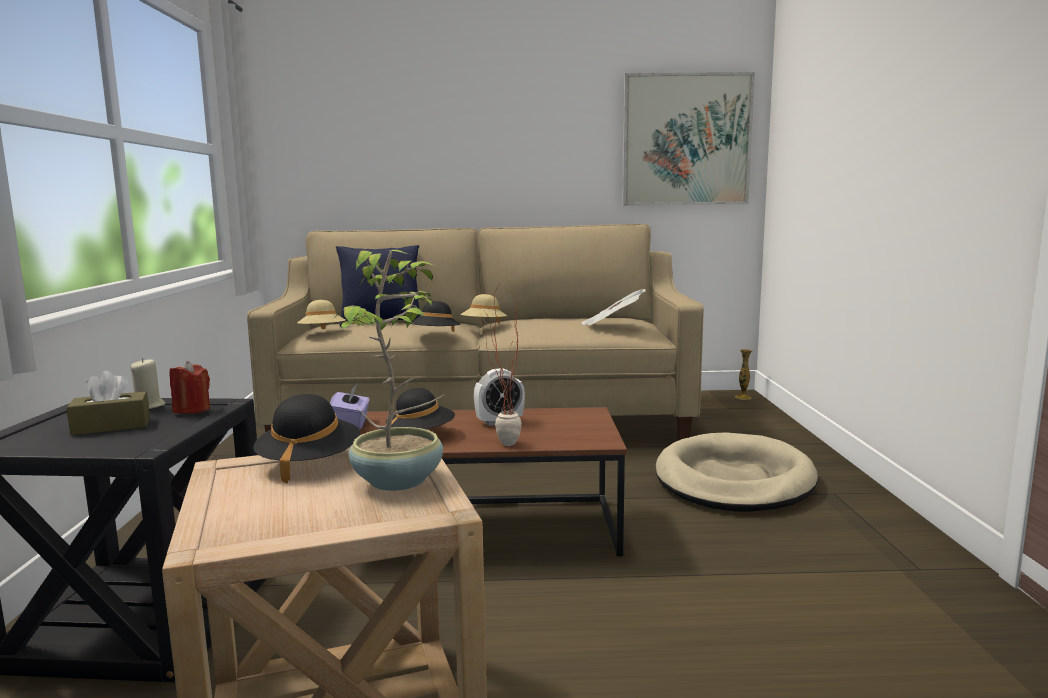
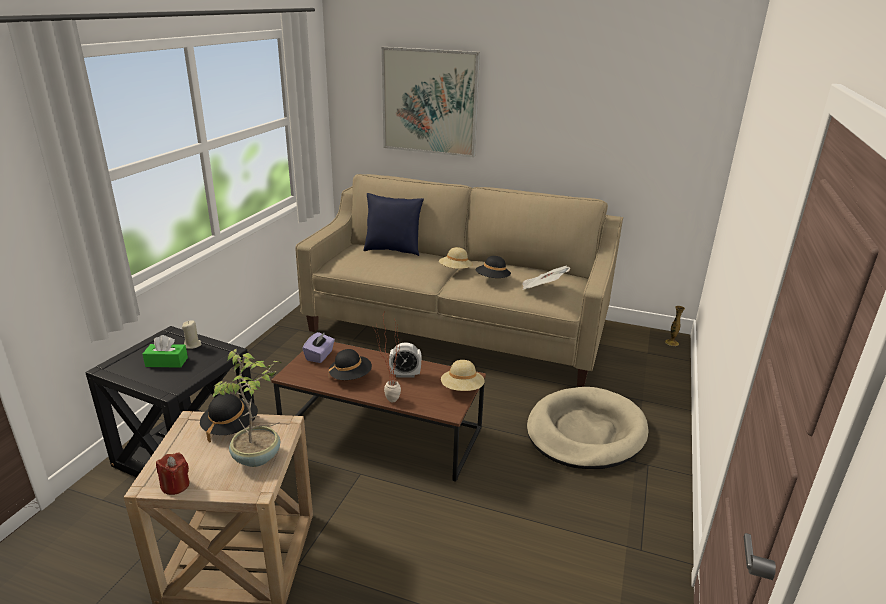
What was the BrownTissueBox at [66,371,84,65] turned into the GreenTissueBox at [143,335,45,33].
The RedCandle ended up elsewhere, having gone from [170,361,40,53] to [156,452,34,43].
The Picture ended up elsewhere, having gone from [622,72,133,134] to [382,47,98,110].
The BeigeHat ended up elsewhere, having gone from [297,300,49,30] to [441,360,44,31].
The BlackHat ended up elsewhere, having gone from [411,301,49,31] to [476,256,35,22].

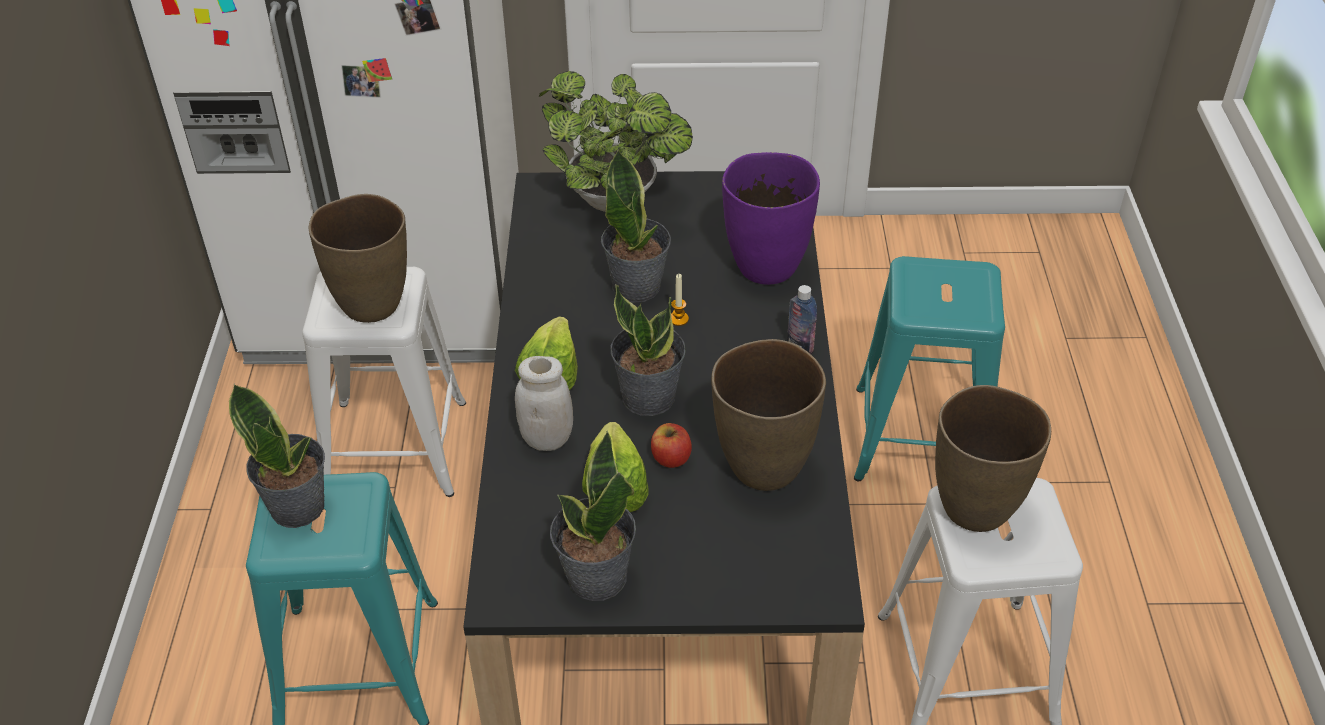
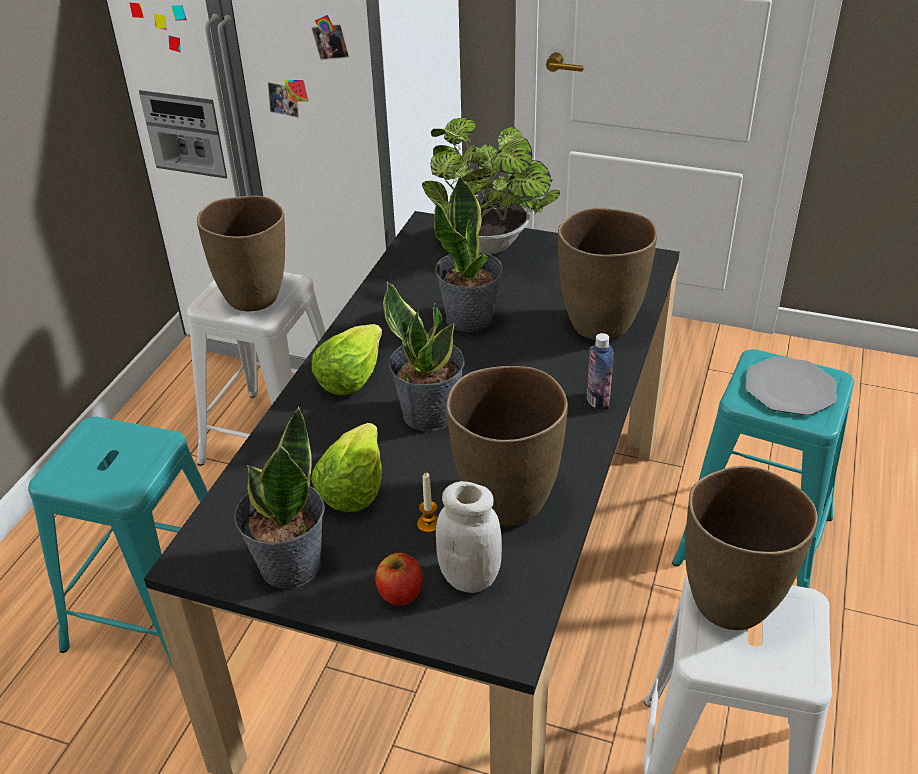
The Apple ended up elsewhere, having gone from [651,423,41,45] to [375,553,48,52].
The Candle ended up elsewhere, having gone from [671,274,18,52] to [417,473,21,60].
The WhiteJar ended up elsewhere, having gone from [515,356,58,95] to [436,481,66,112].
What was the PurpleVase at [722,152,98,133] turned into the BrownVase at [558,208,99,132].
The second view gained the Plate at [746,357,90,58].
The second view lost the PottedPlant at [229,384,96,144].

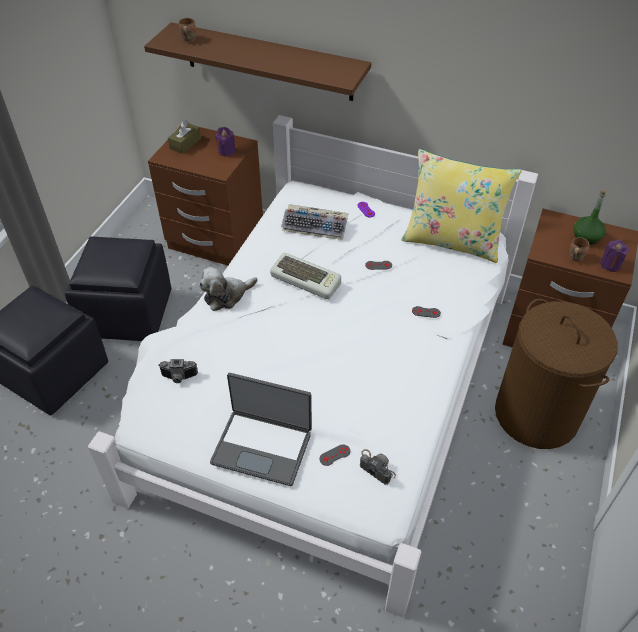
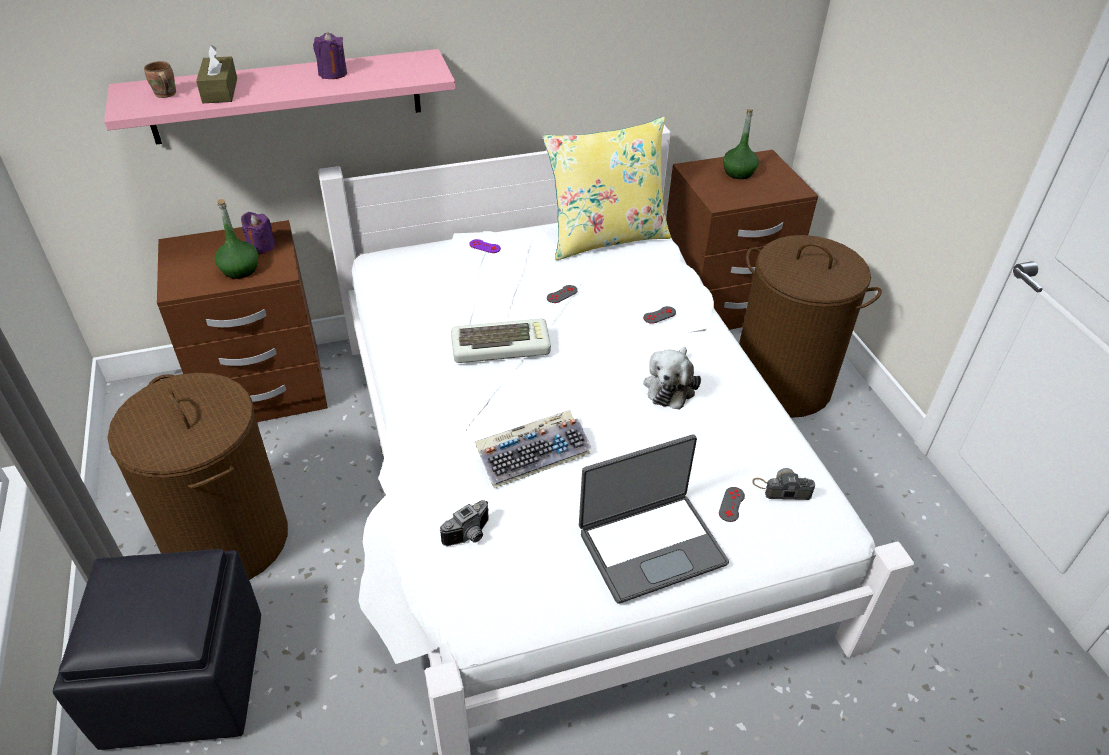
What was the BrownShelf at [144,22,227,79] turned into the PinkShelf at [104,49,352,96].
Where the BlackOttoman stood at [65,236,106,105], the BrownLaundryBasket came to stand at [107,373,181,207].
The BrownTissueBox ended up elsewhere, having gone from [168,120,33,34] to [196,45,41,58].
The second view gained the GreenBottle at [214,199,45,80].
The PurpleCandle ended up elsewhere, having gone from [600,240,29,32] to [313,32,34,47].
The Keyboard ended up elsewhere, having gone from [281,204,67,36] to [475,410,117,78].
The PlushToy ended up elsewhere, having gone from [199,267,59,44] to [643,347,58,63].
The second view lost the BrownMug at [569,237,20,25].

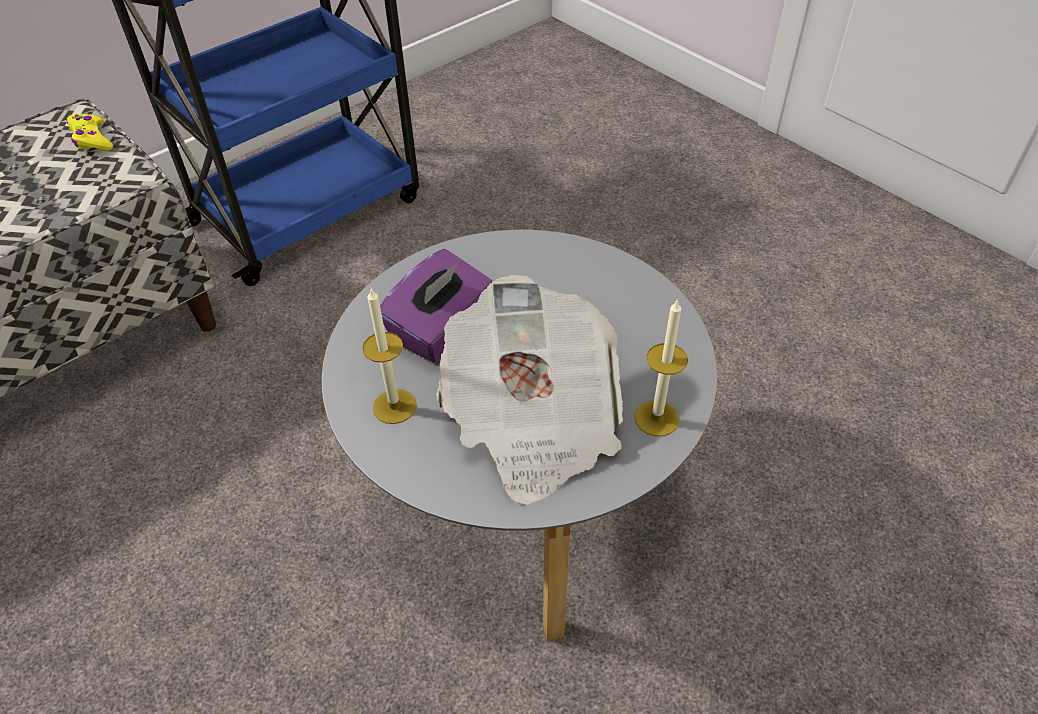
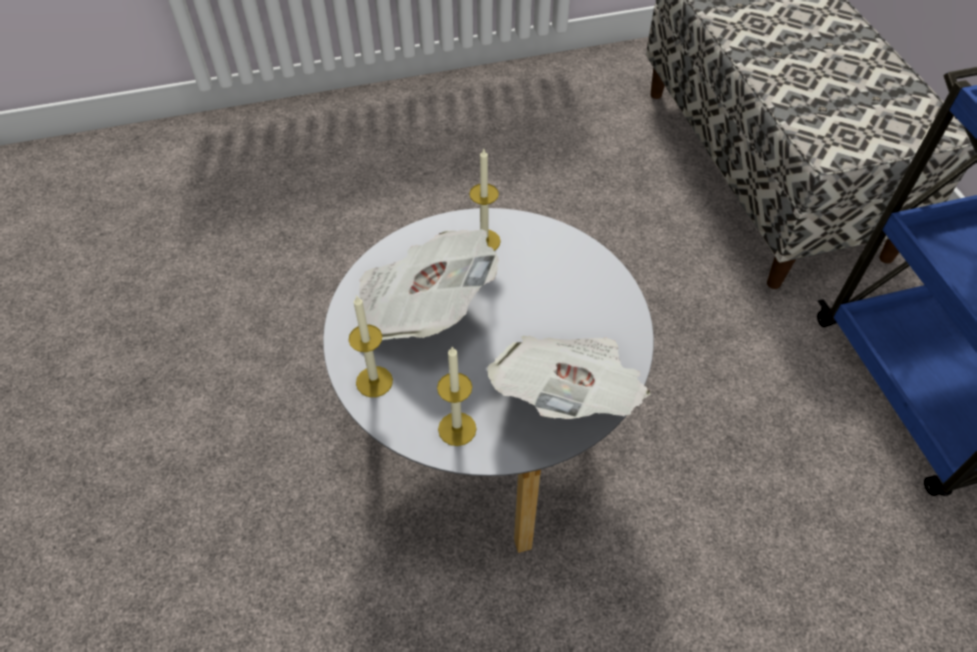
The second view gained the Candle at [437,346,40,100].
The second view gained the Newspaper at [487,336,163,83].
The second view lost the YellowGameController at [66,114,47,37].
The second view lost the PurpleTissueBox at [380,249,112,114].

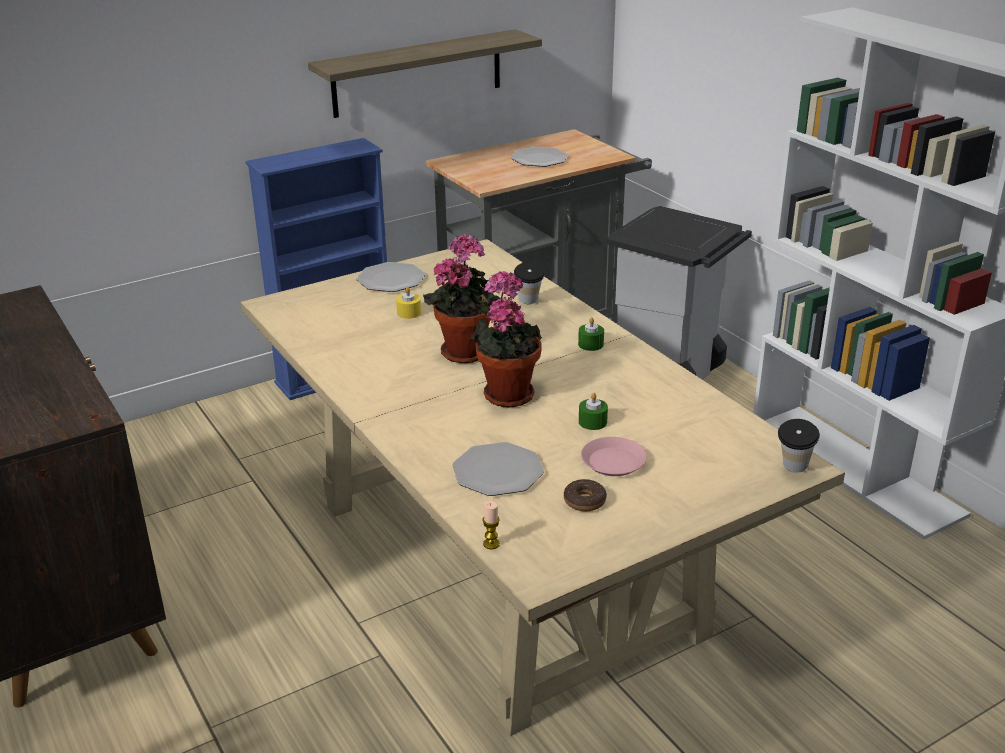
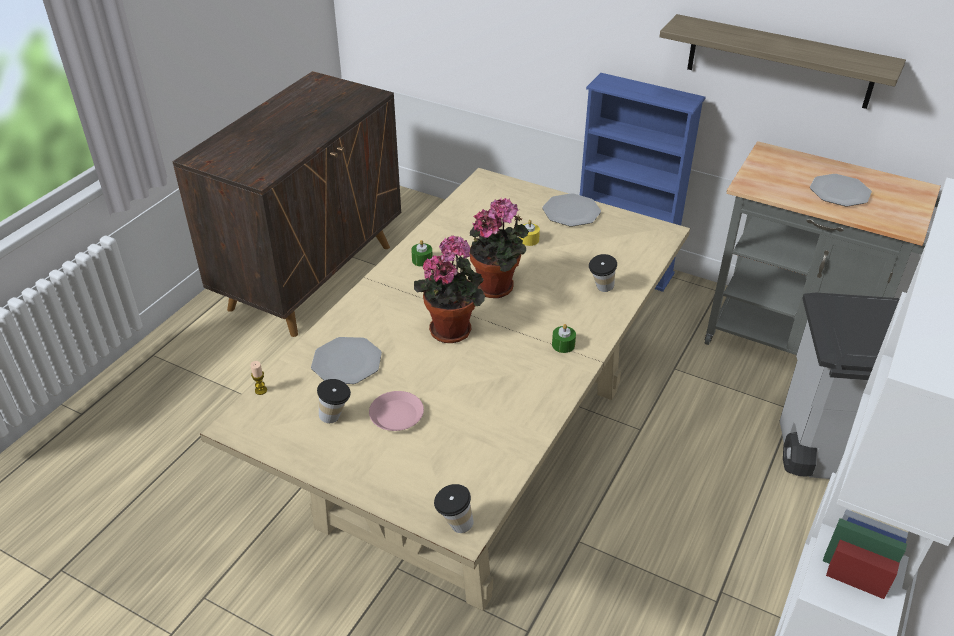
Where the Donut stood at [564,479,43,32], the Cup came to stand at [317,379,34,44].
The GreenCandle ended up elsewhere, having gone from [579,393,29,37] to [411,240,22,27].

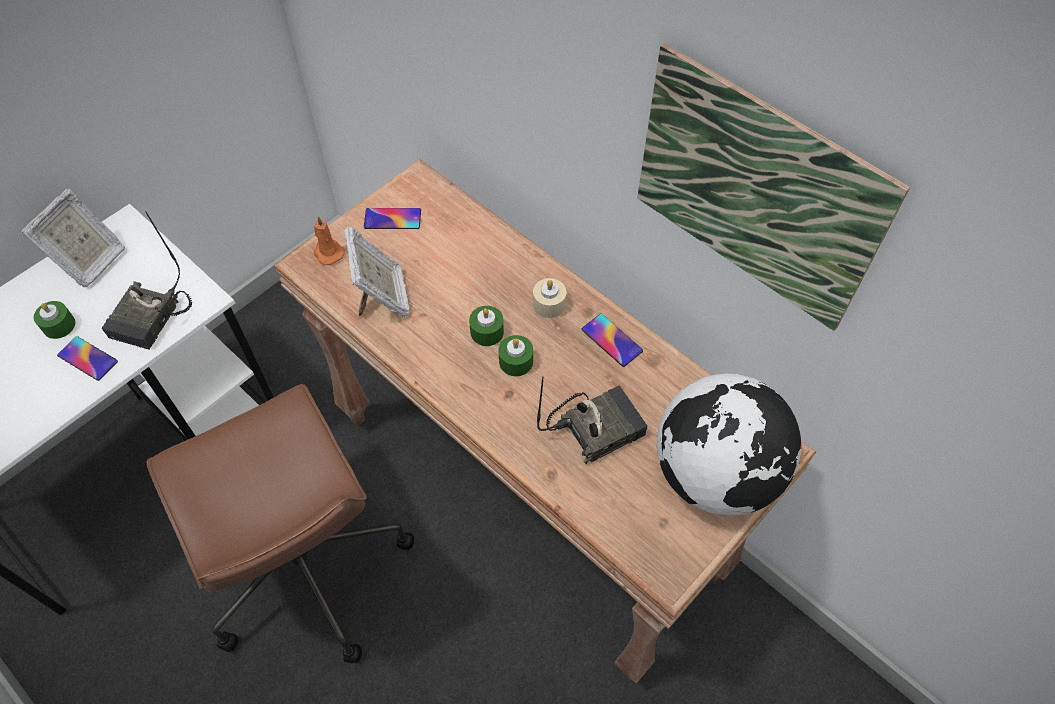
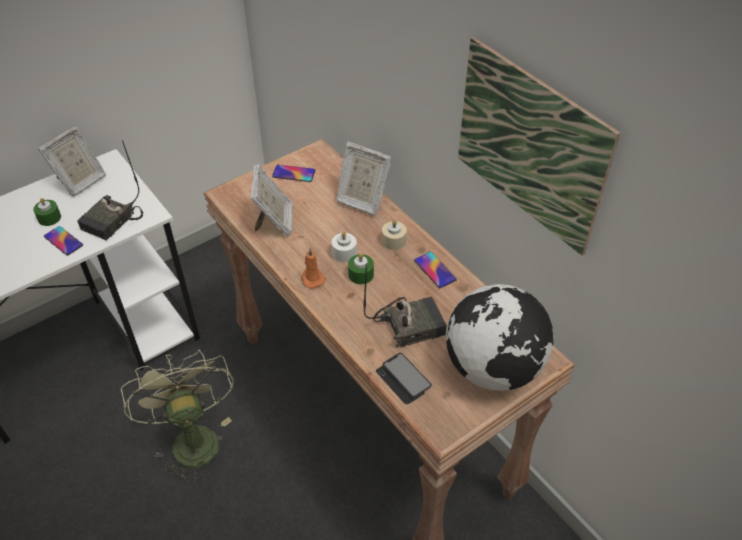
Where the BrownOfficeChair stood at [146,384,268,279], the GreenFan came to stand at [121,350,113,133].
The OrangeCandle ended up elsewhere, having gone from [313,216,32,49] to [301,248,25,40].
What was the GreenCandle at [469,306,35,40] turned into the WhiteCandle at [332,232,25,30].
The second view gained the PictureFrame at [336,142,55,74].
The second view gained the Phone at [376,353,56,51].

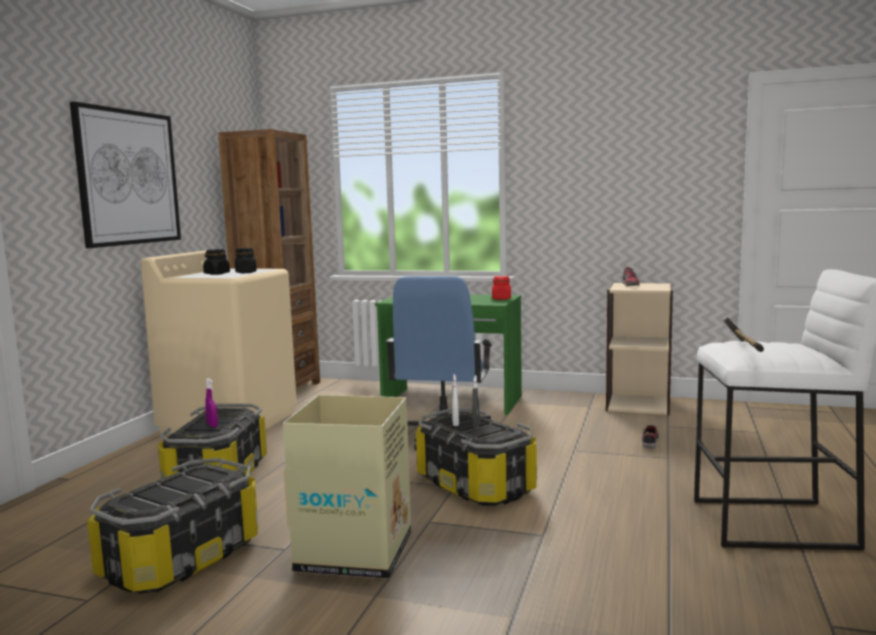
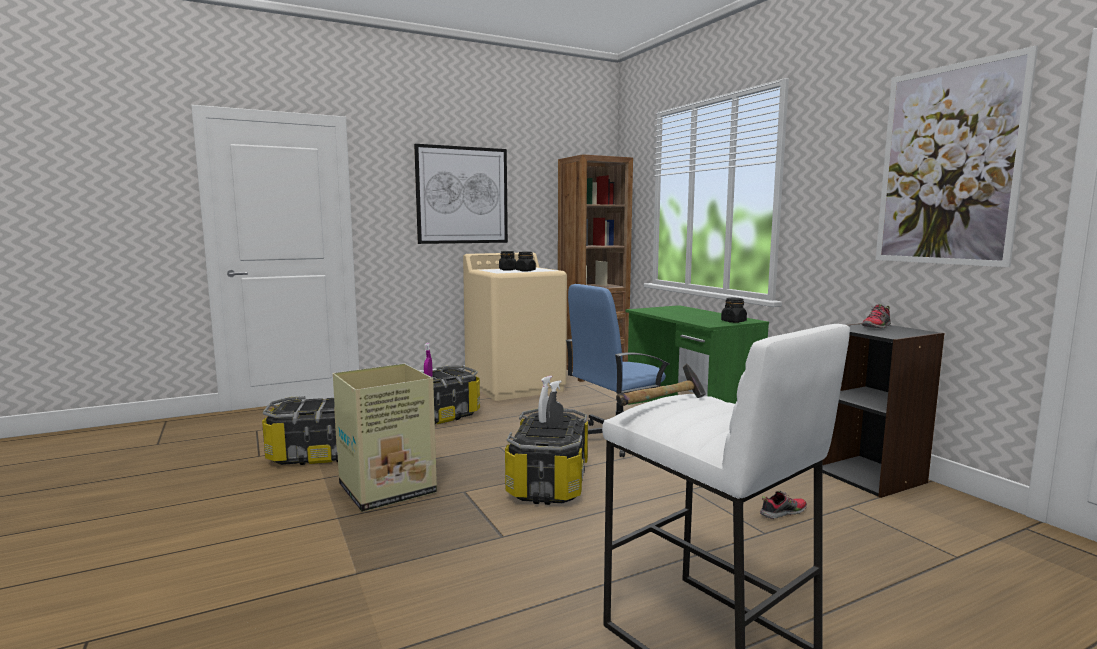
What was the RedJar at [492,276,19,24] turned into the BlackJar at [721,298,26,25].
What was the BeigeBookcase at [606,283,67,132] turned into the BlackBookcase at [822,323,122,175].
The second view gained the Picture at [876,45,162,222].

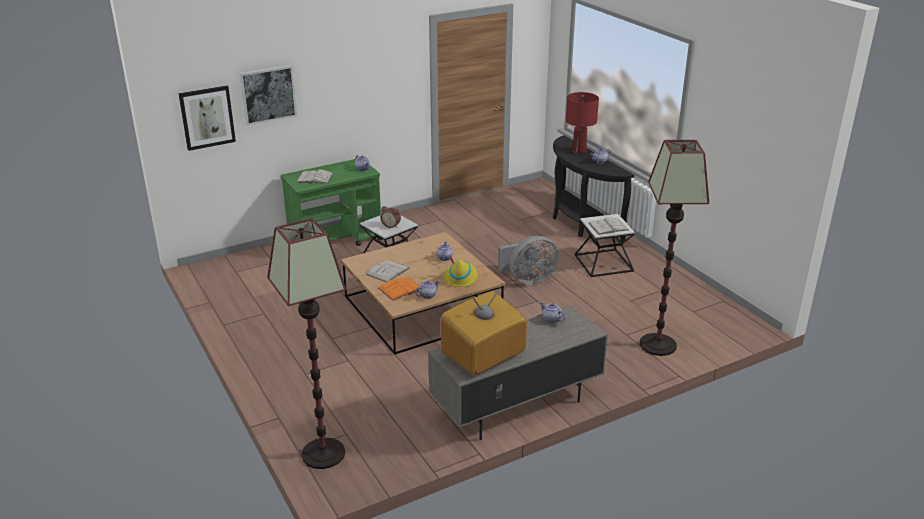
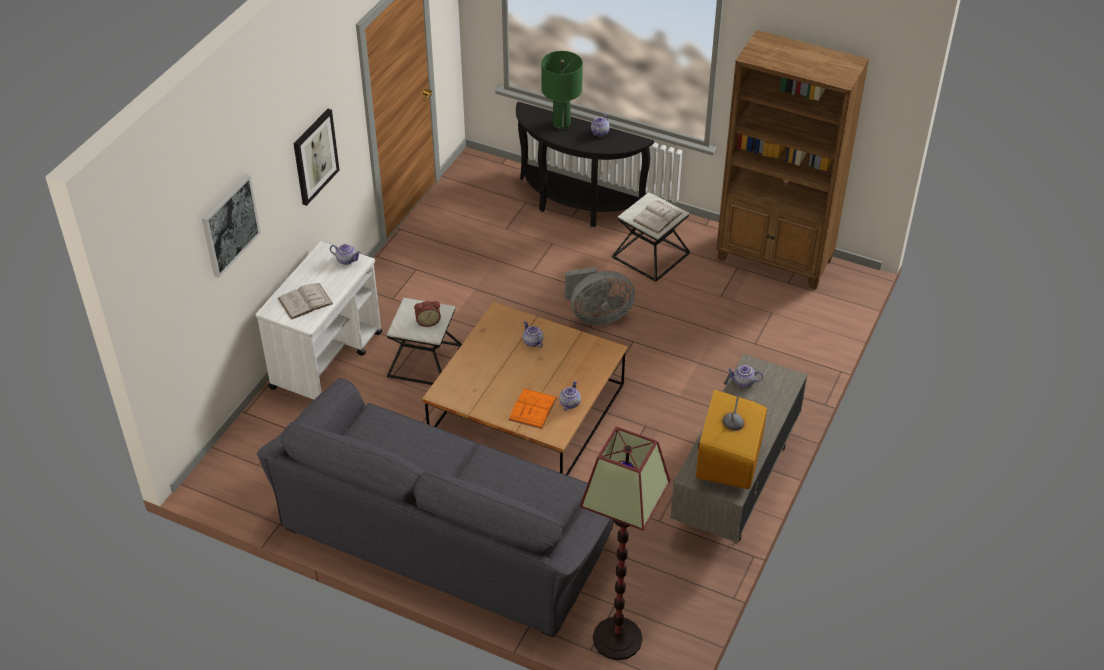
What was the GreenCart at [281,159,101,87] turned into the WhiteCart at [256,241,126,159].
The second view gained the GreySofa at [257,378,357,259].
The Picture ended up elsewhere, having gone from [178,86,58,65] to [293,109,46,97].
What was the RedTableLamp at [566,92,33,62] turned into the GreenTableLamp at [541,51,42,78].
The GreyFan at [498,236,61,49] ended up facing another way, 45 degrees clockwise from before.
The second view gained the BrownBookcase at [716,30,153,259].
The second view lost the WhiteBook at [366,260,43,22].
The second view lost the YellowHat at [443,257,35,30].
The second view lost the FloorLamp at [640,140,69,216].

